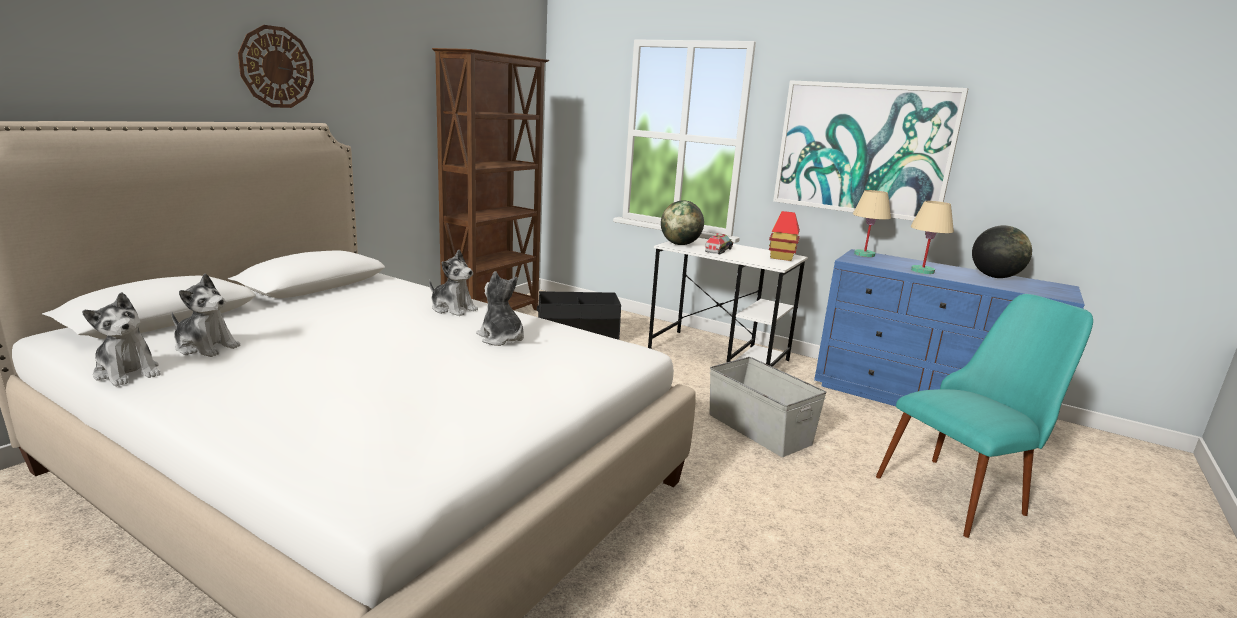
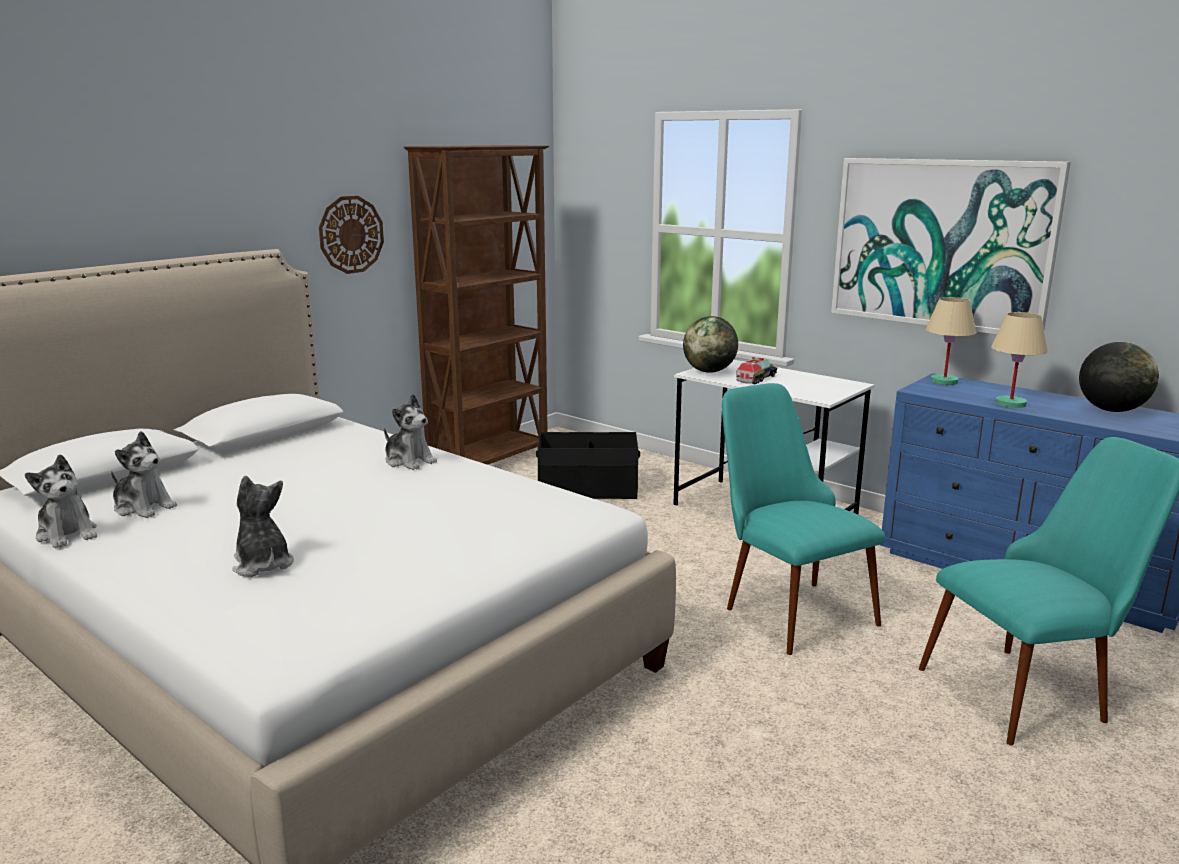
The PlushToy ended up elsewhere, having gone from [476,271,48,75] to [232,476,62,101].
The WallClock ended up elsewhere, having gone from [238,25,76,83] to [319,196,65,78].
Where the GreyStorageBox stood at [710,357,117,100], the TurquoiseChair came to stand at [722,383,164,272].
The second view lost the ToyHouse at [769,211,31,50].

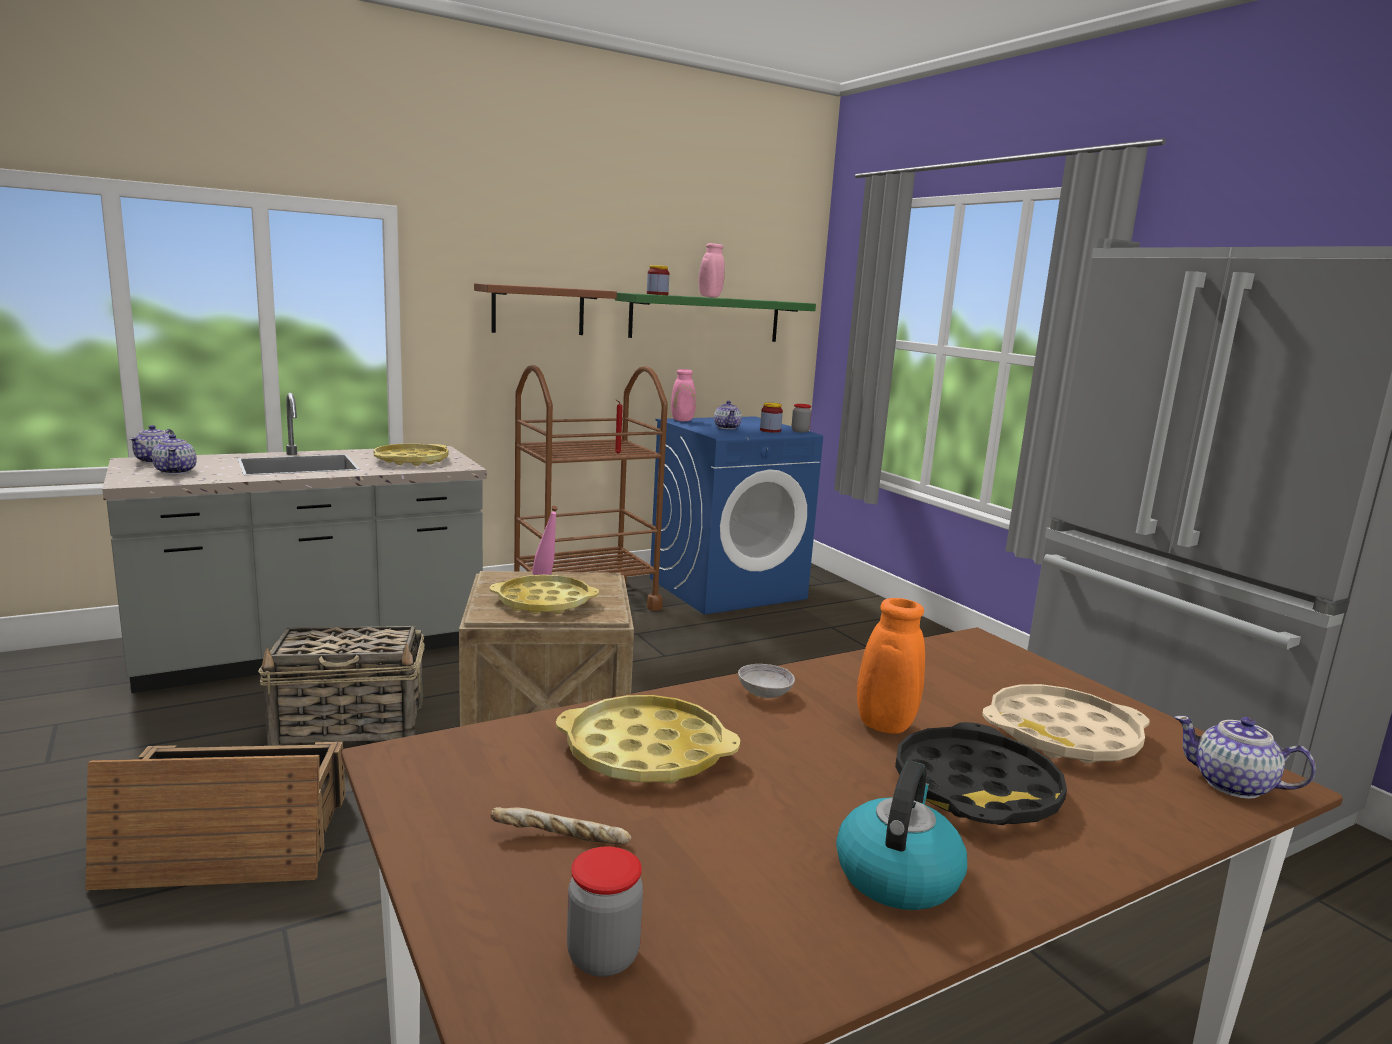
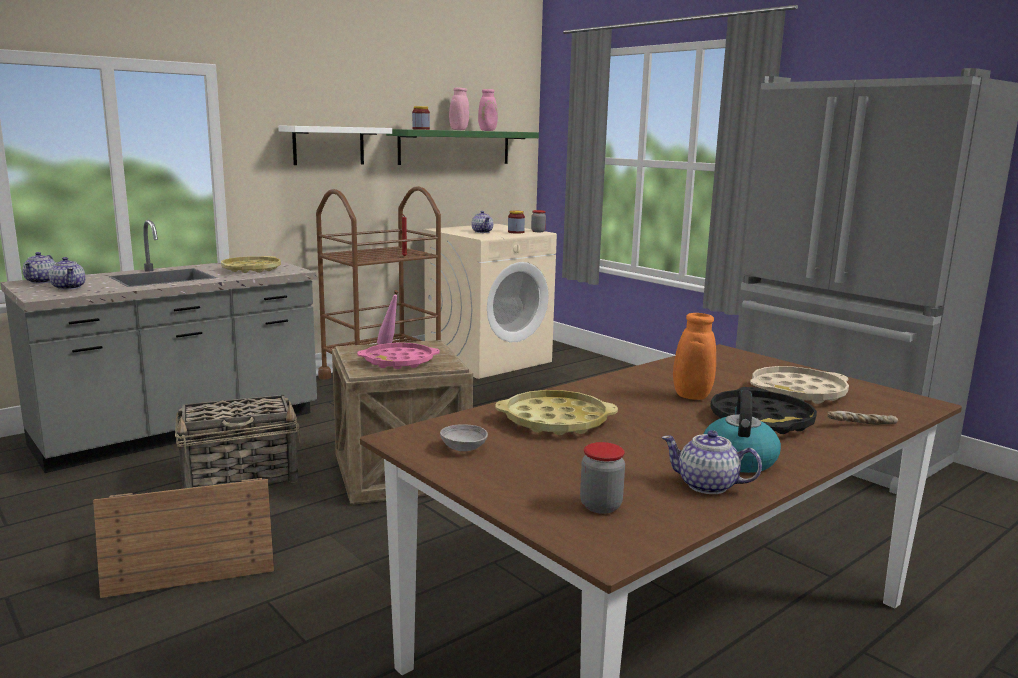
What was the BrownShelf at [474,283,143,52] turned into the WhiteShelf at [278,125,114,40].
What was the YellowTray at [490,575,109,39] turned into the PinkTray at [357,343,83,26].
What was the BlueWashingMachine at [650,416,173,199] turned into the BeigeWashingMachine at [423,224,134,155].
The GreyBowl ended up elsewhere, having gone from [738,664,57,34] to [440,424,48,27].
The PinkVase ended up elsewhere, having gone from [671,369,25,52] to [478,89,20,42].
The Teapot ended up elsewhere, having gone from [1175,716,141,83] to [661,430,101,64].
The Bread ended up elsewhere, having gone from [491,807,140,37] to [827,411,72,14].

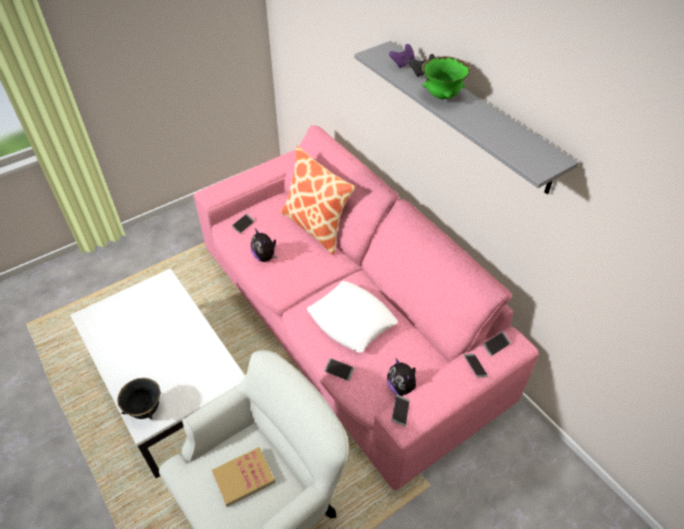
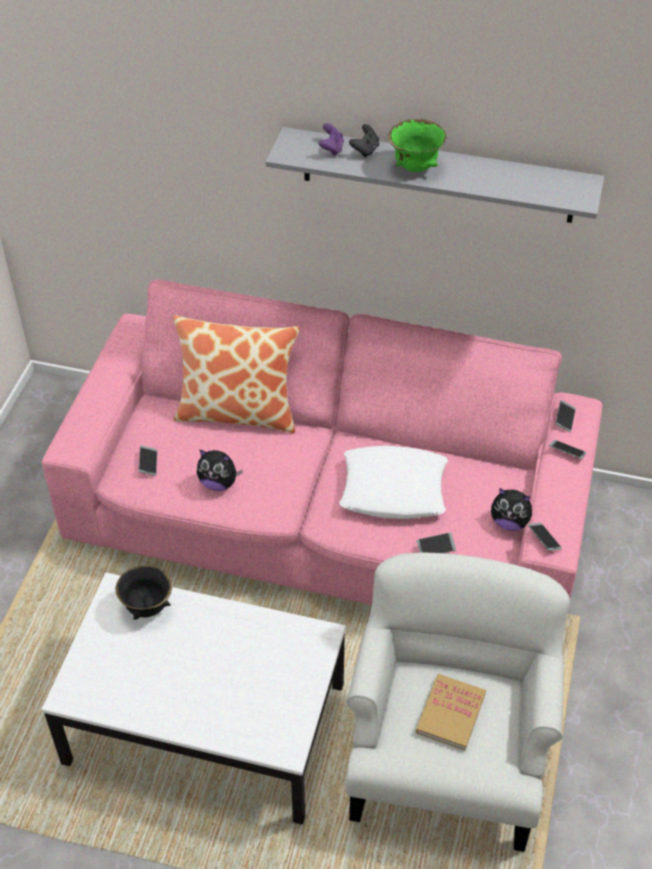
The BlackBowl ended up elsewhere, having gone from [117,378,44,41] to [115,565,57,55].

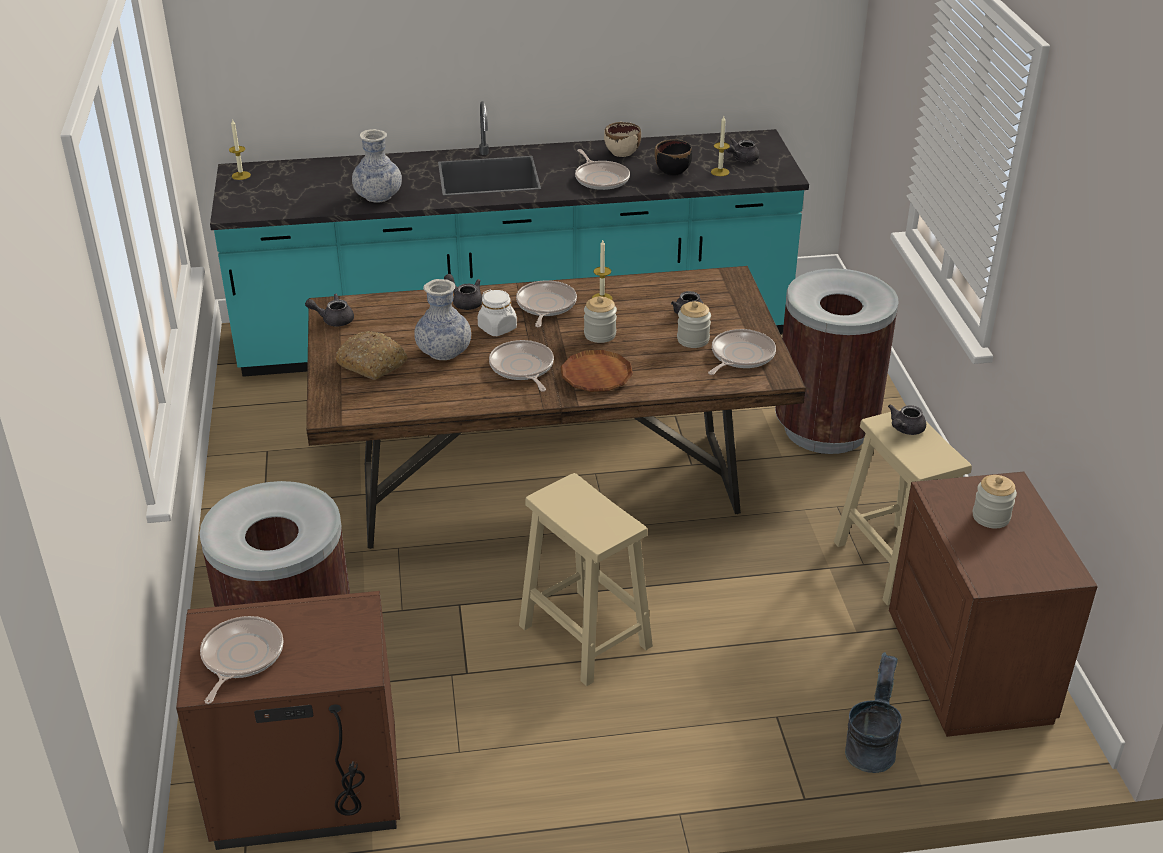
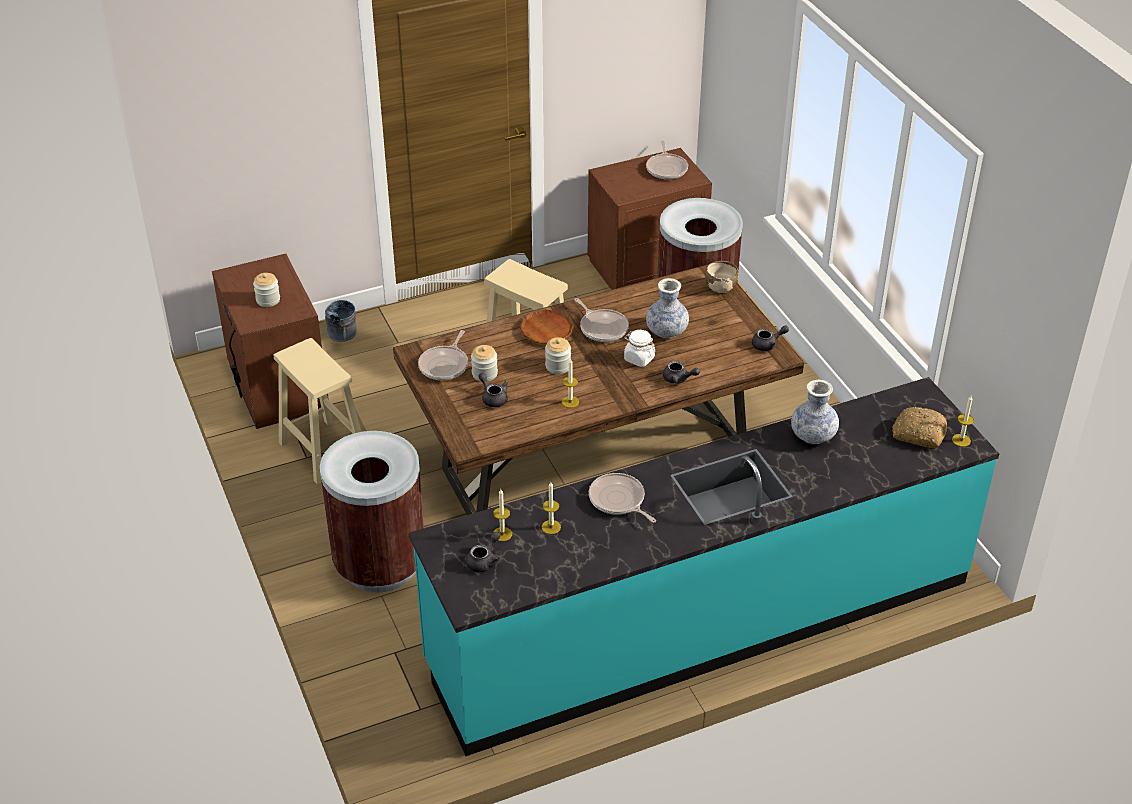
Where the BlackBowl stood at [654,139,38,37], the Candle came to stand at [541,482,20,52].
The BeigeBowl ended up elsewhere, having gone from [604,122,37,35] to [705,261,33,32].
The Bread ended up elsewhere, having gone from [335,331,73,49] to [892,407,55,41].
The second view lost the FryingPan at [516,280,61,47].
The second view lost the GreyTeapot at [888,404,38,31].

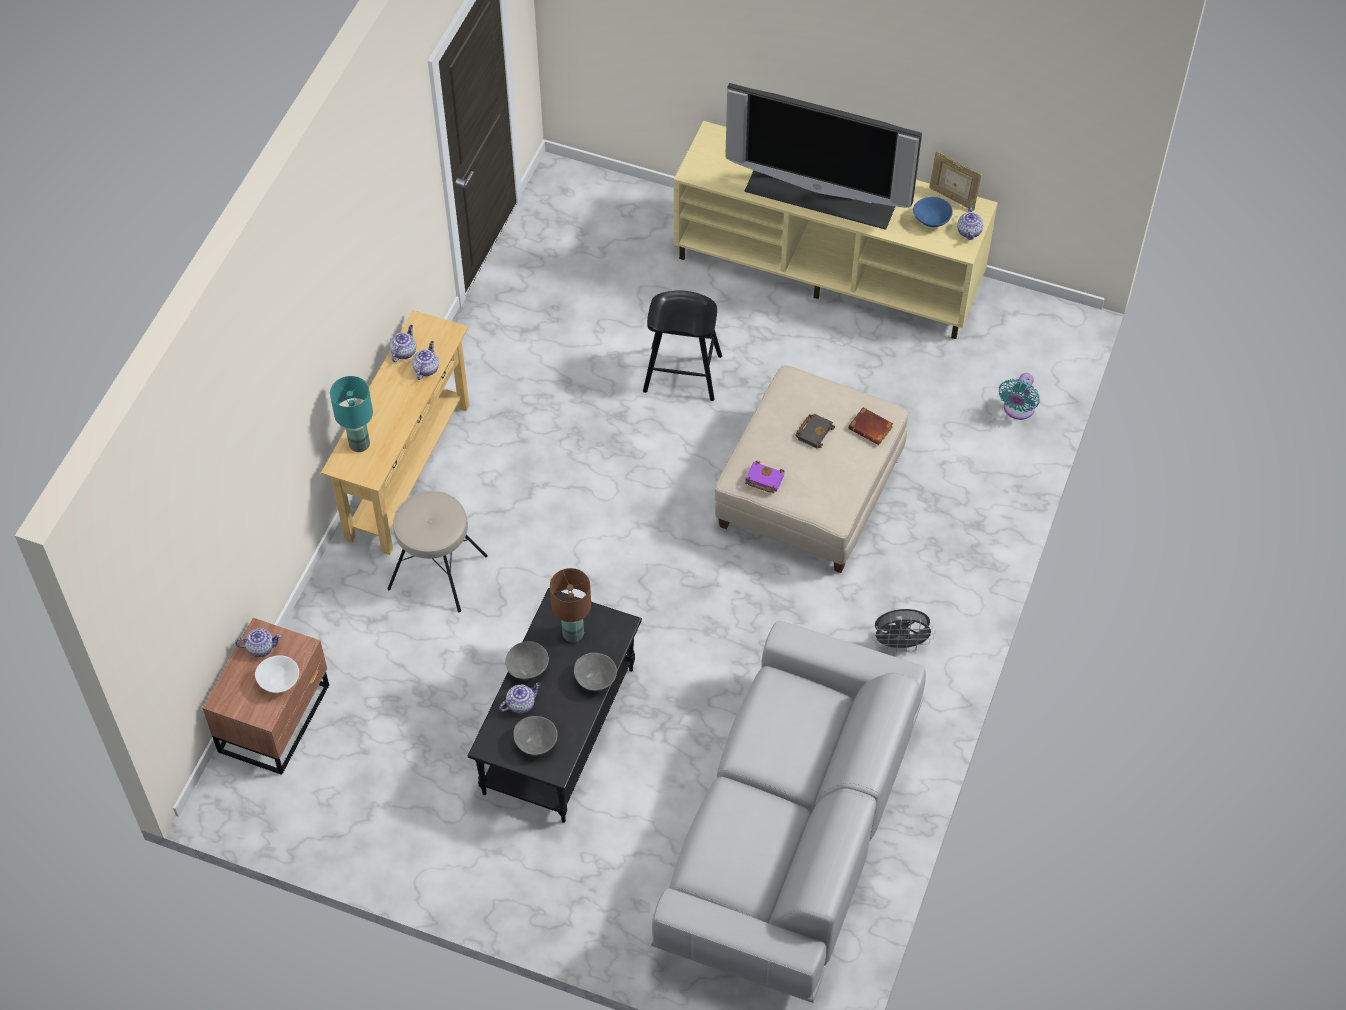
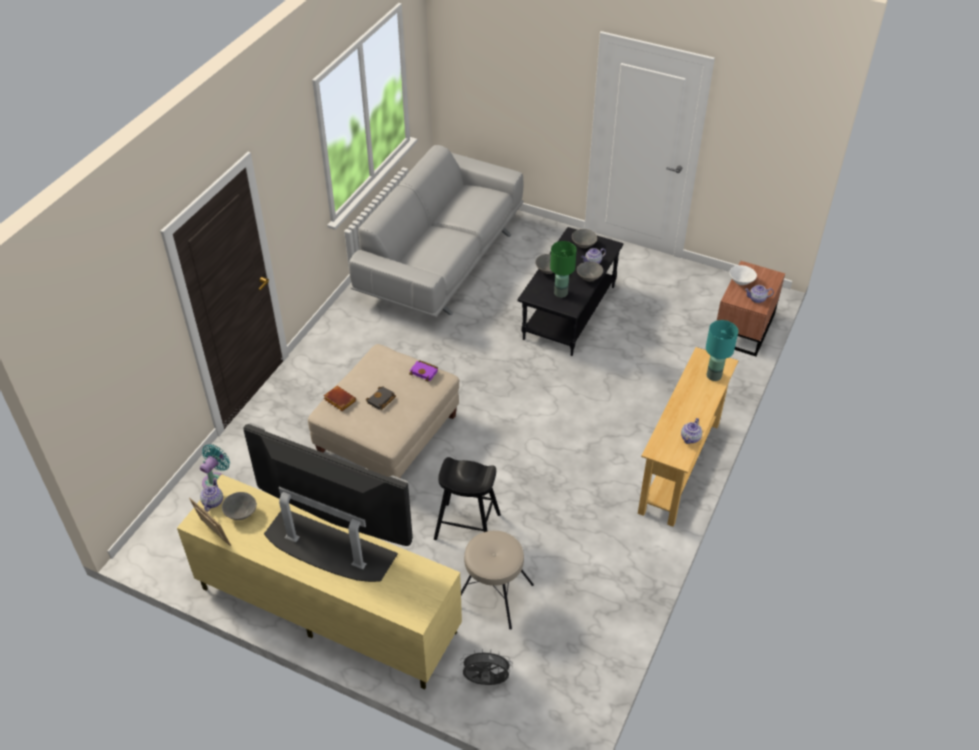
What was the BlueBowl at [913,197,40,30] turned into the GreyBowl at [222,492,35,28].
The GreyFan ended up elsewhere, having gone from [872,609,63,43] to [460,648,53,37].
The BeigeStool ended up elsewhere, having gone from [387,491,101,121] to [461,531,73,99].
What was the BrownTableLamp at [550,568,41,74] turned into the GreenTableLamp at [550,241,27,57].
The second view lost the Teapot at [412,341,27,39].

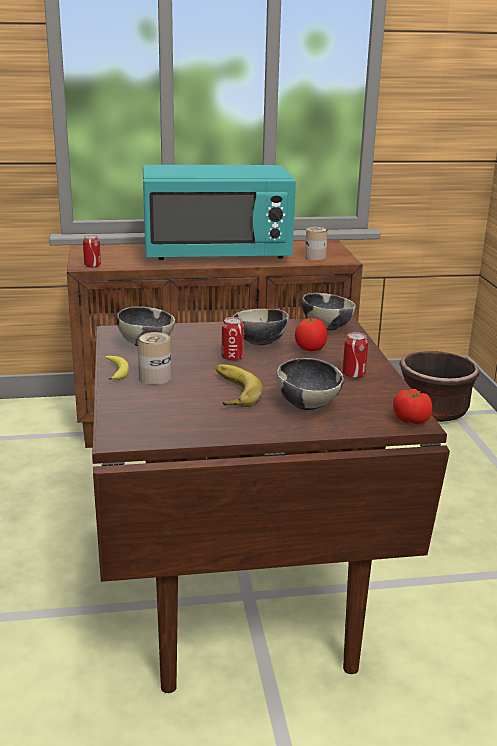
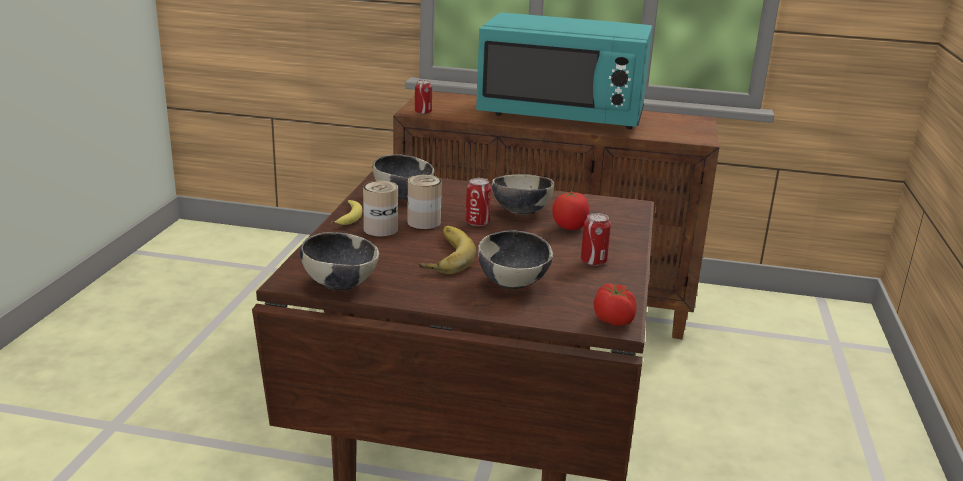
The Bowl ended up elsewhere, having gone from [301,293,55,37] to [300,232,79,59].
The Can ended up elsewhere, having gone from [305,227,23,33] to [407,175,35,54].
The second view lost the BrownPlanter at [399,351,80,71].

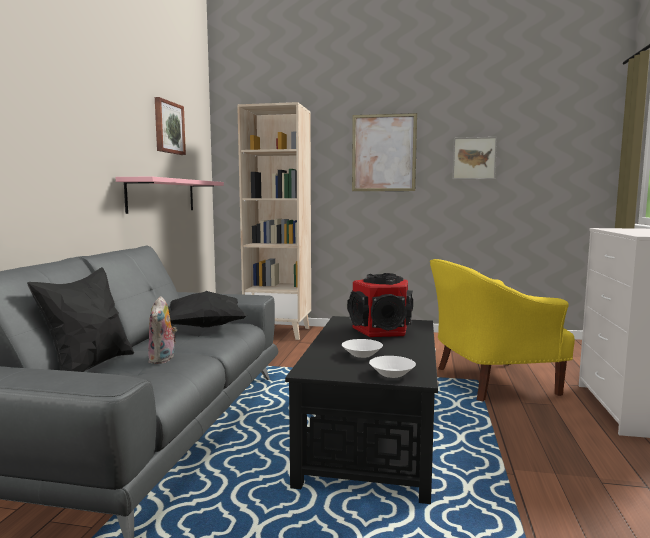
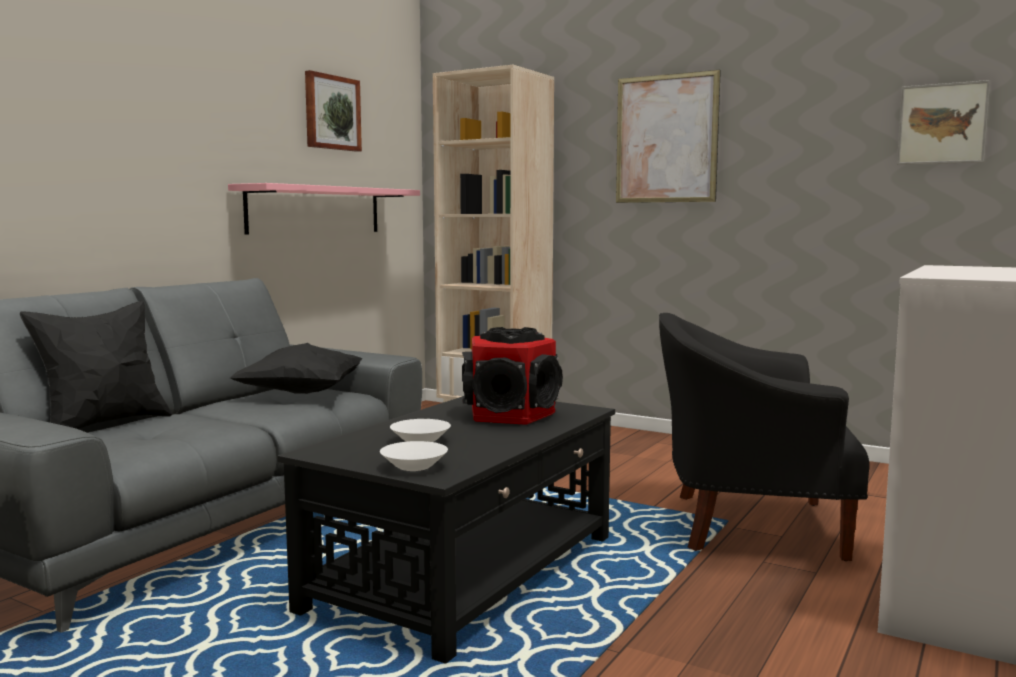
What was the YellowArmchair at [430,259,145,142] turned into the BlackArmchair at [659,313,210,248].
The Picture ended up elsewhere, having gone from [452,137,45,43] to [897,80,93,85].
The second view lost the PlushToy at [148,296,29,68].

